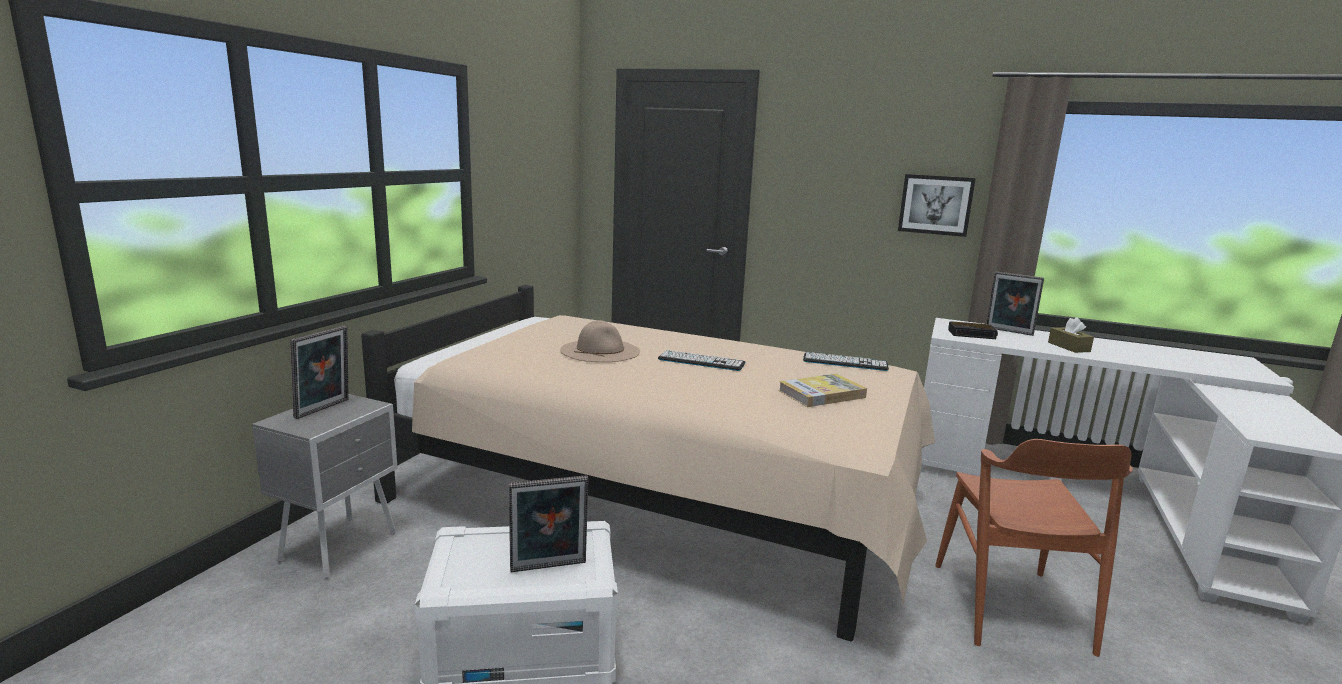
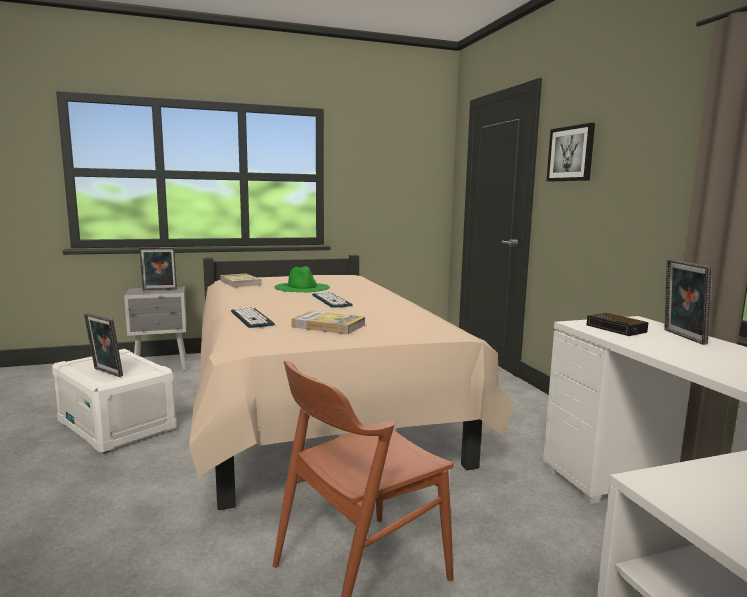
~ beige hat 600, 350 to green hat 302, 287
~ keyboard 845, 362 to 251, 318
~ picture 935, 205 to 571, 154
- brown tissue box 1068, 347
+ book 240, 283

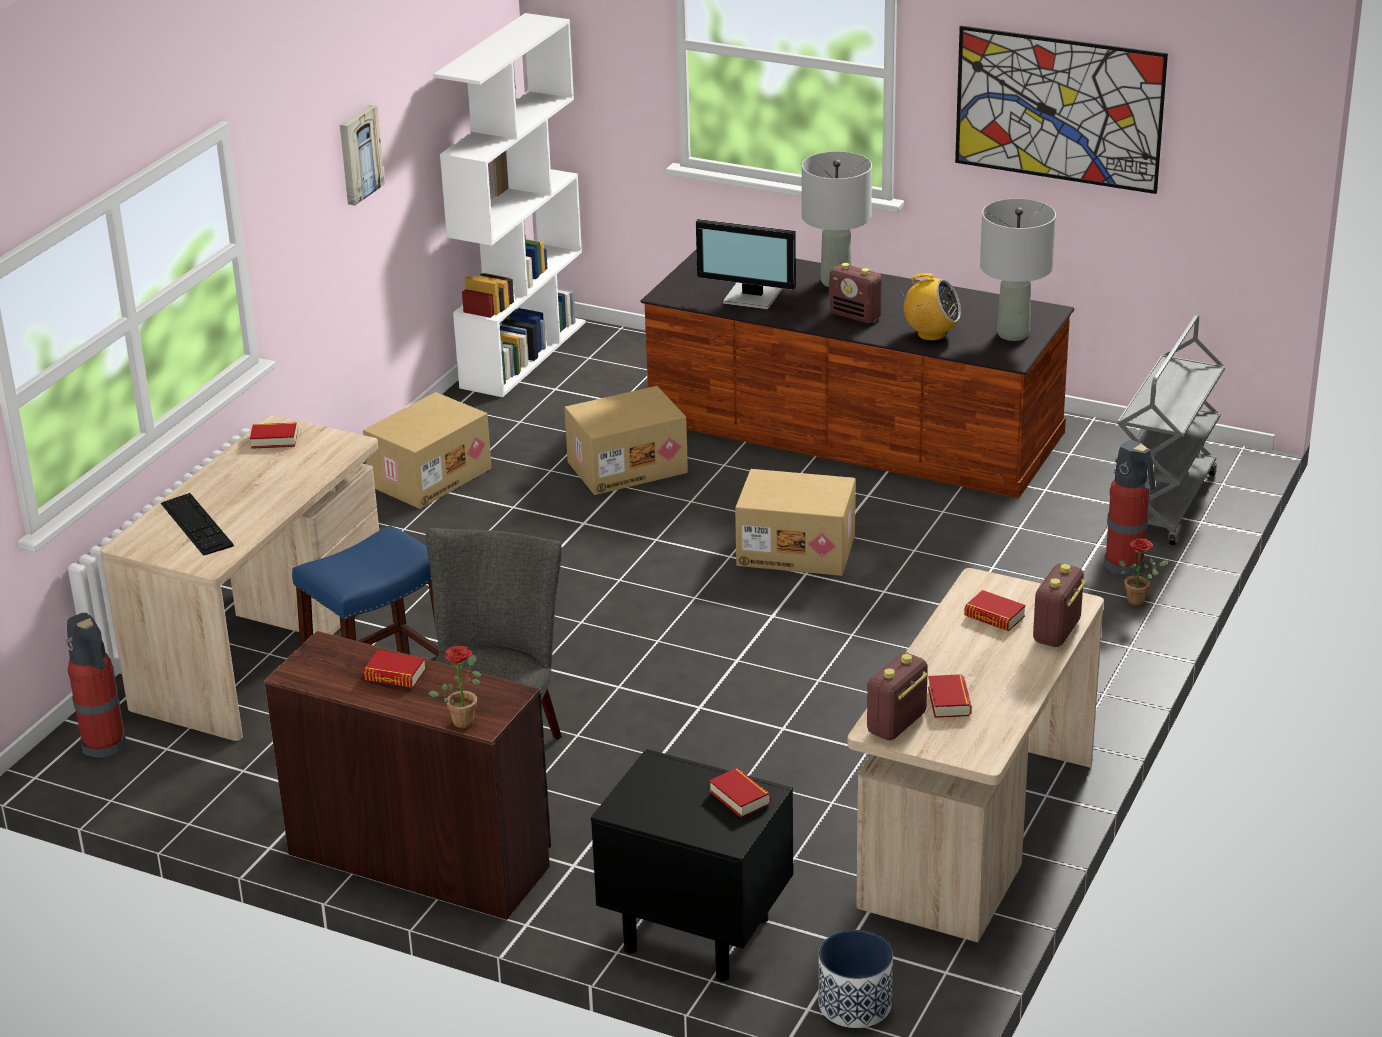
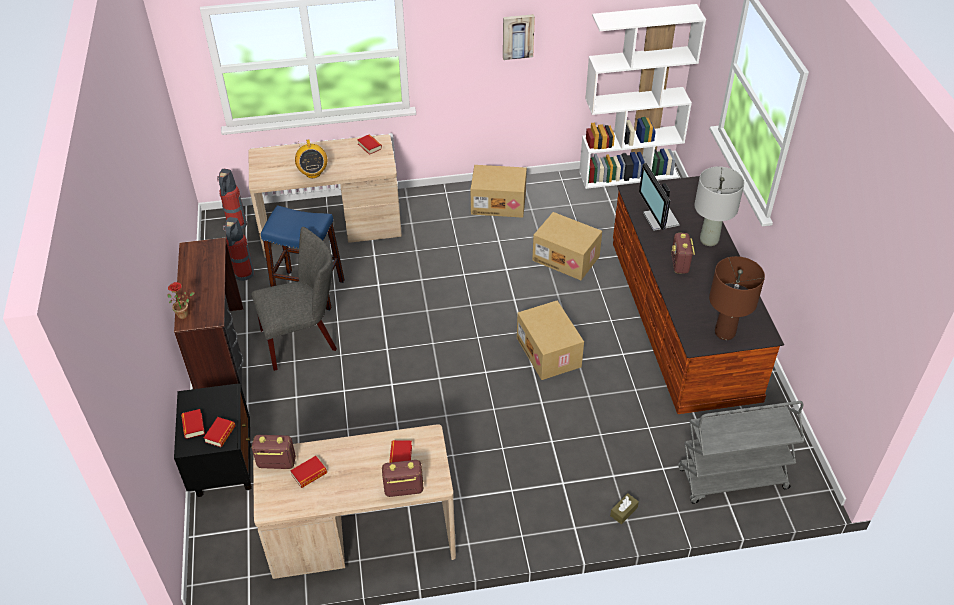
- keyboard 196, 524
~ book 395, 675 to 193, 426
- planter 854, 1005
~ radio 931, 334 to 313, 173
- picture 1058, 109
~ grey table lamp 1014, 334 to brown table lamp 725, 333
~ fire extinguisher 1125, 565 to 243, 274
~ potted plant 1139, 600 to brown tissue box 623, 511

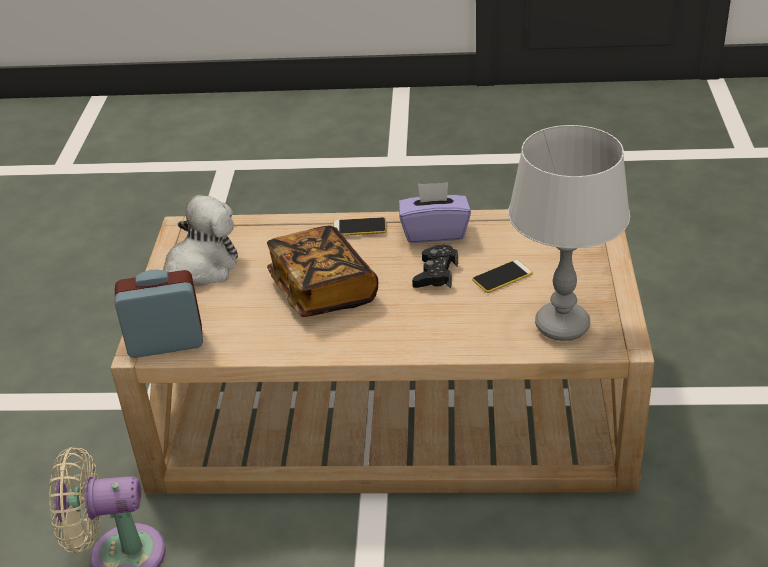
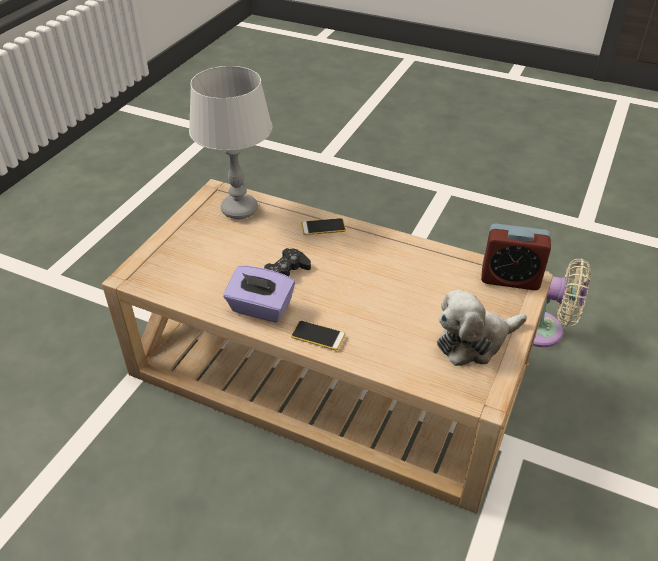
- book 322, 290
~ phone 502, 277 to 323, 227

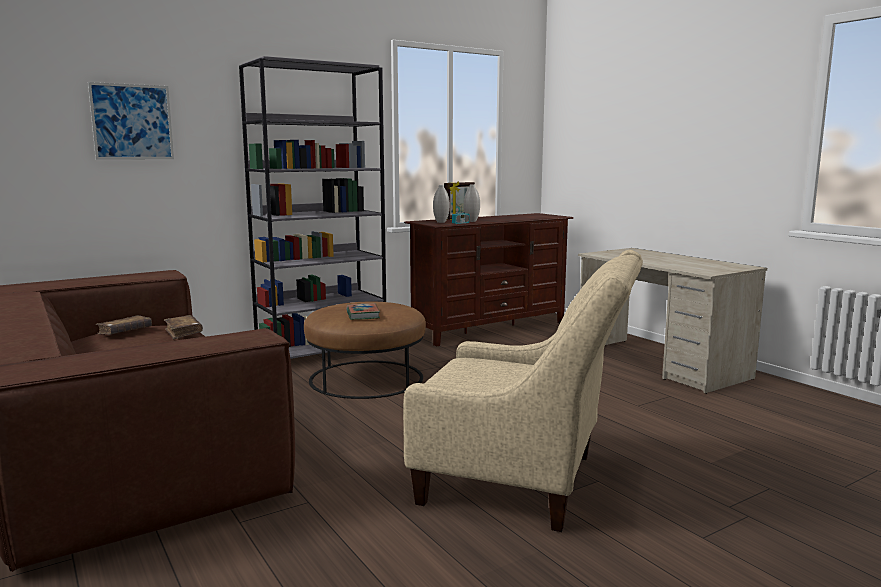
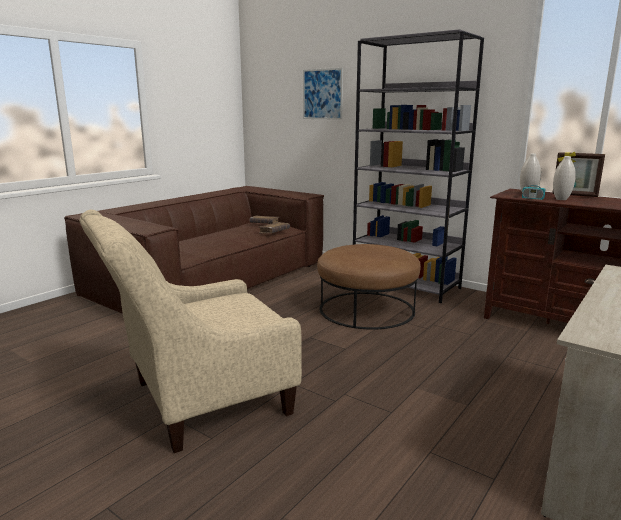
- book 362, 315
~ beige armchair 523, 482 = 198, 401 60 degrees clockwise

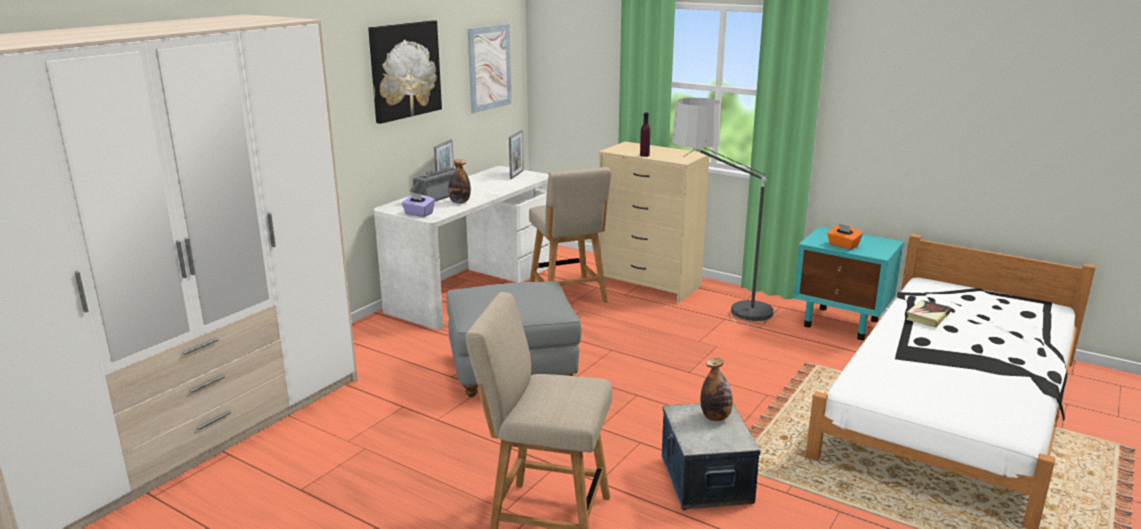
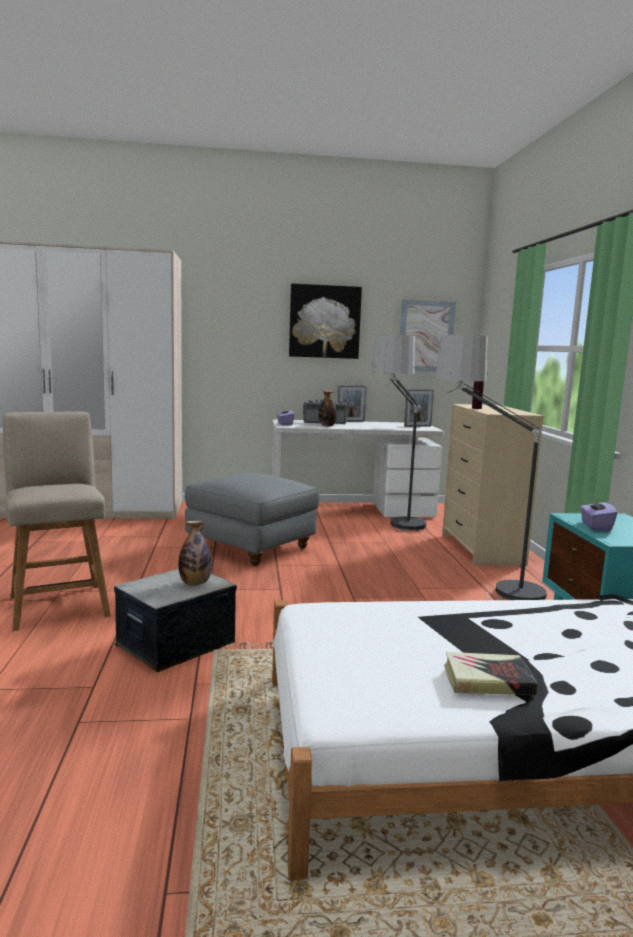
~ beige chair 568, 296 to floor lamp 397, 533
~ orange tissue box 843, 245 to purple tissue box 595, 526
~ book 927, 316 to 487, 680

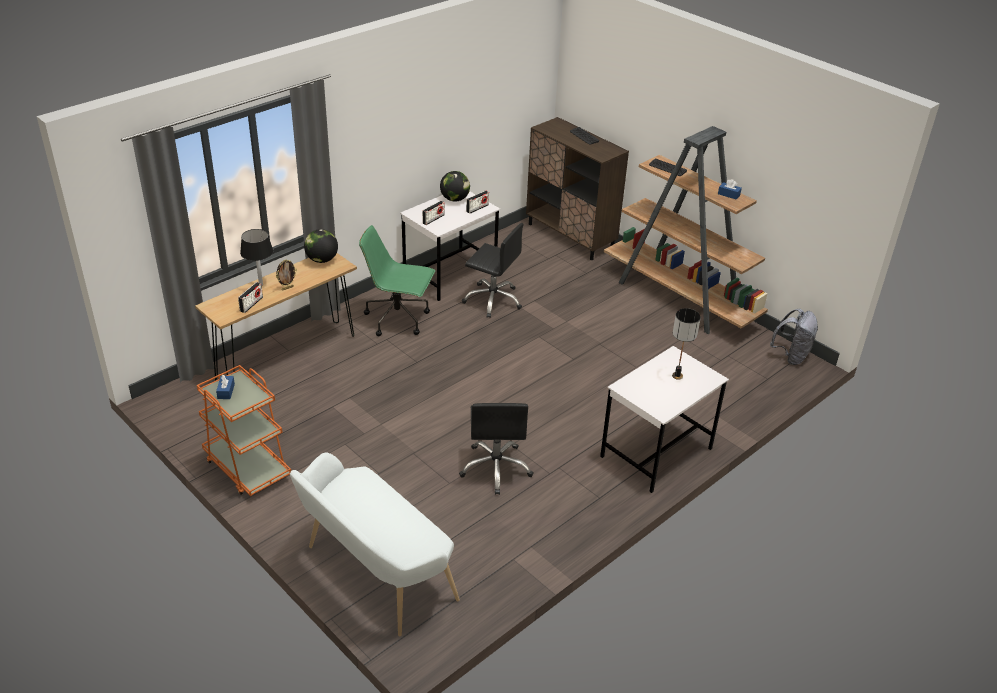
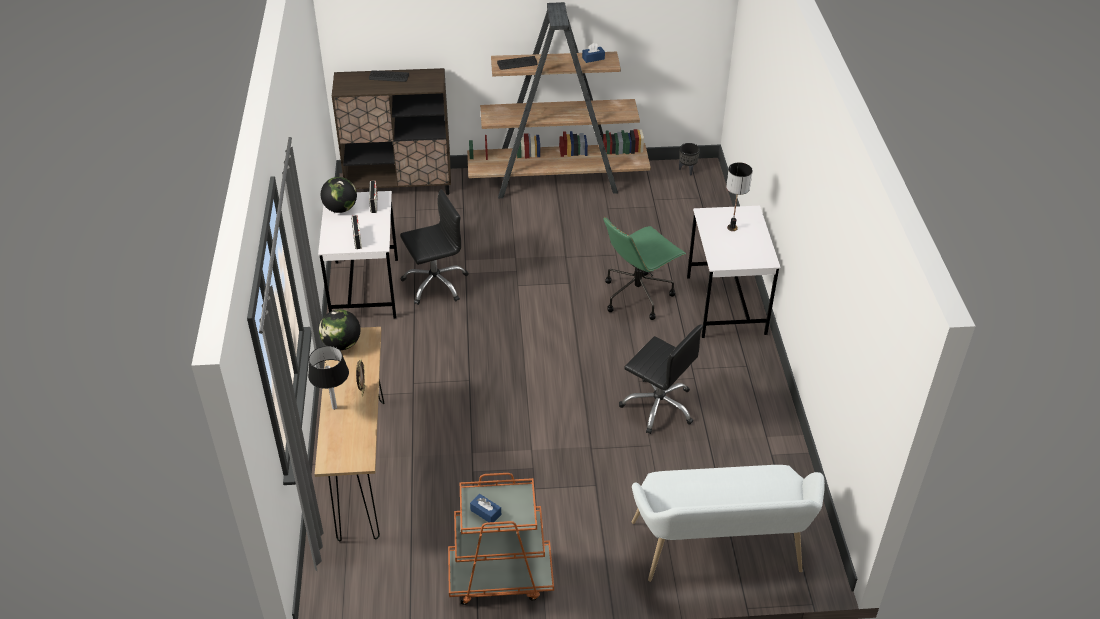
- radio 251, 304
~ green office chair 398, 319 to 638, 295
~ grey backpack 791, 356 to black planter 687, 170

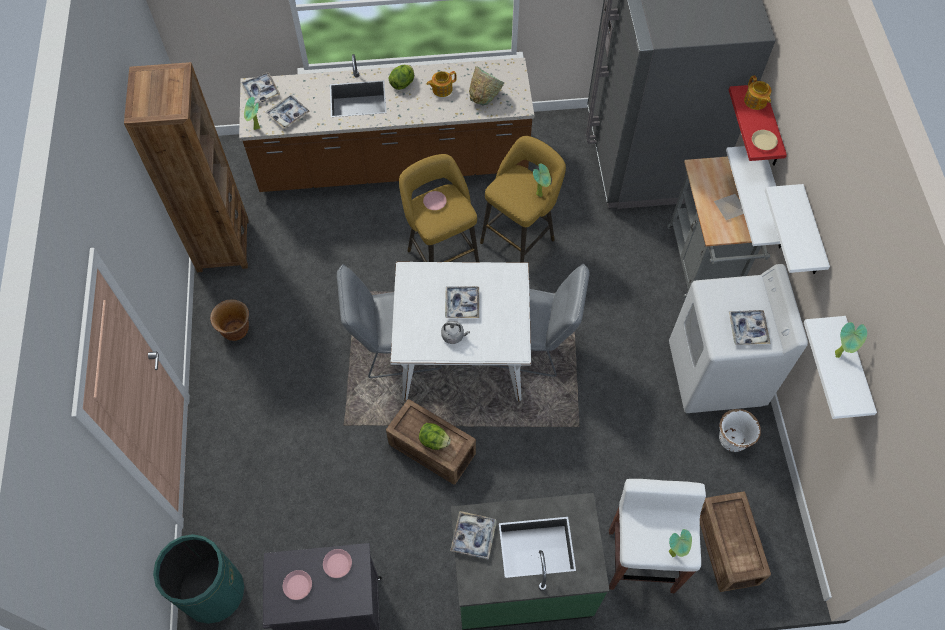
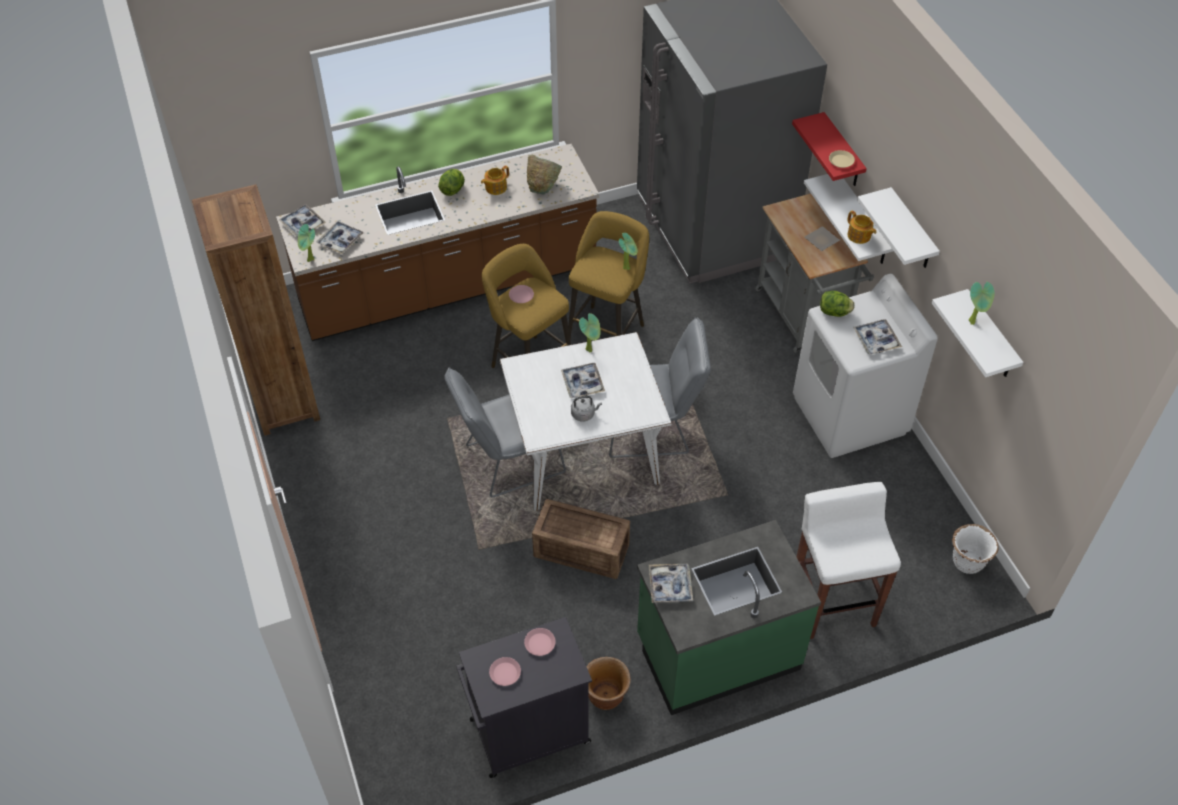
- green trash can 213, 591
~ brown planter 236, 330 to 605, 696
~ lettuce 434, 441 to 834, 312
~ potted plant 674, 553 to 590, 349
- crate 728, 545
~ white planter 732, 439 to 967, 562
~ teapot 755, 101 to 859, 236

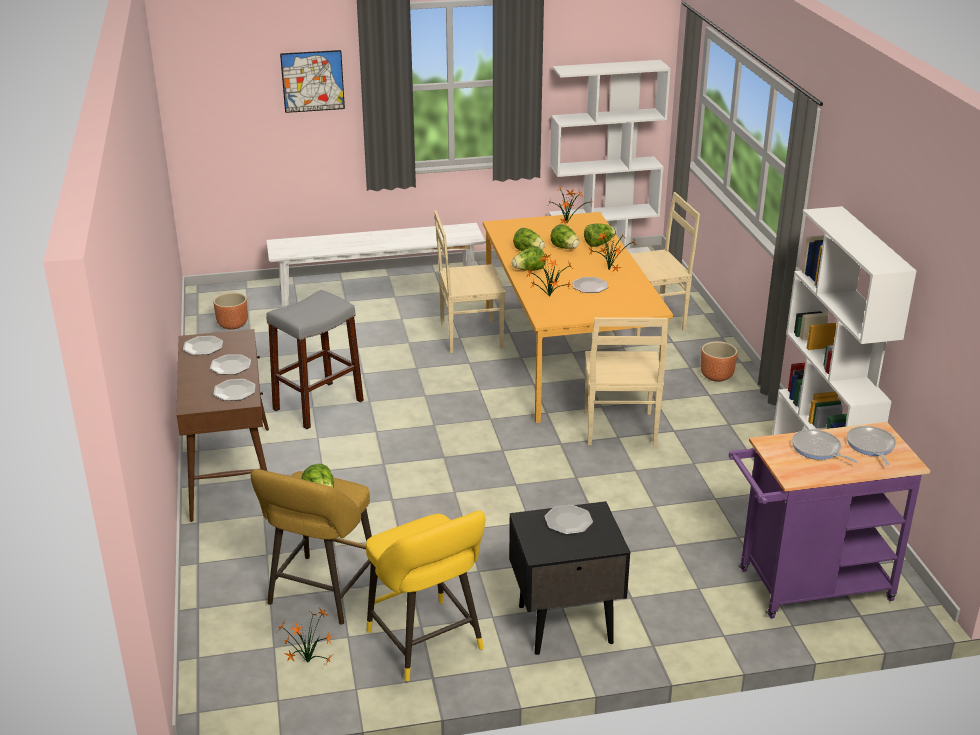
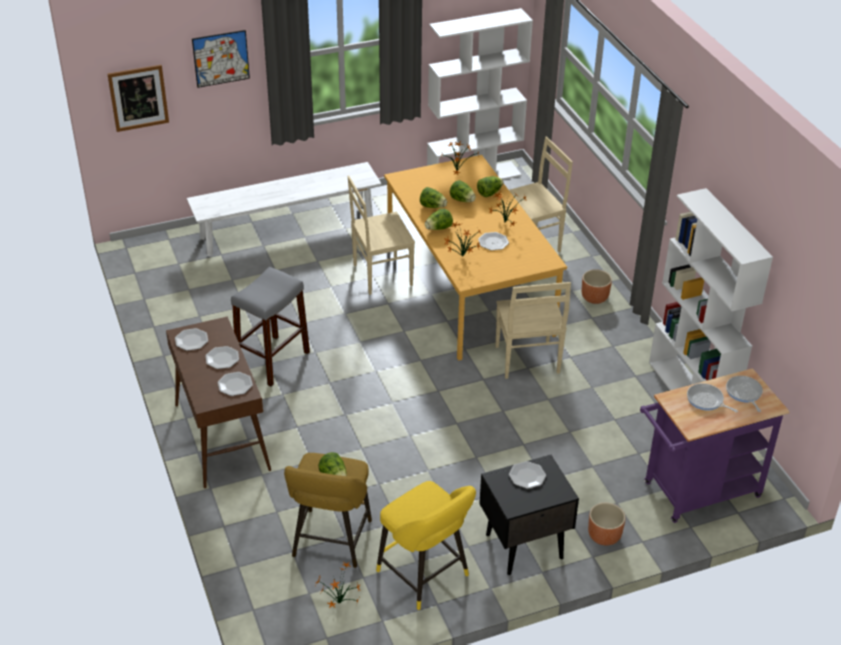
~ brown planter 233, 325 to 604, 536
+ picture 138, 97

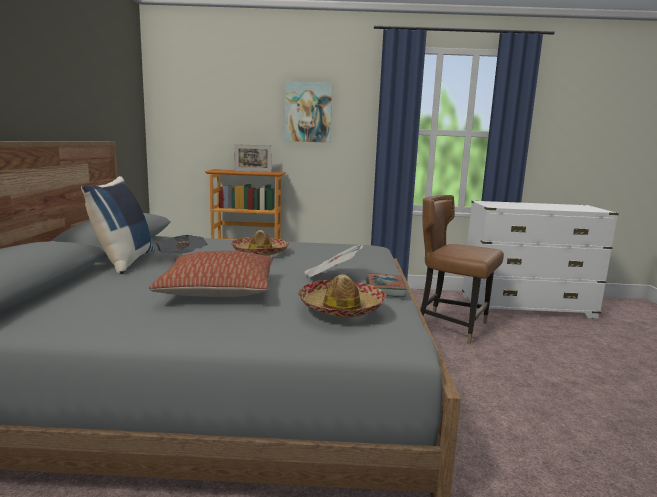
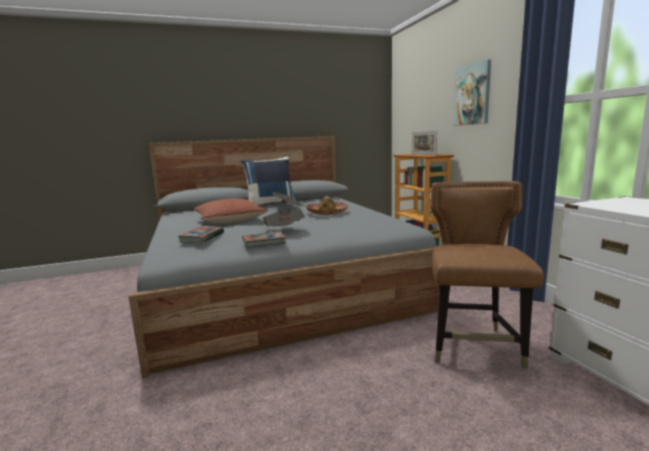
~ hat 341, 307 to book 202, 237

